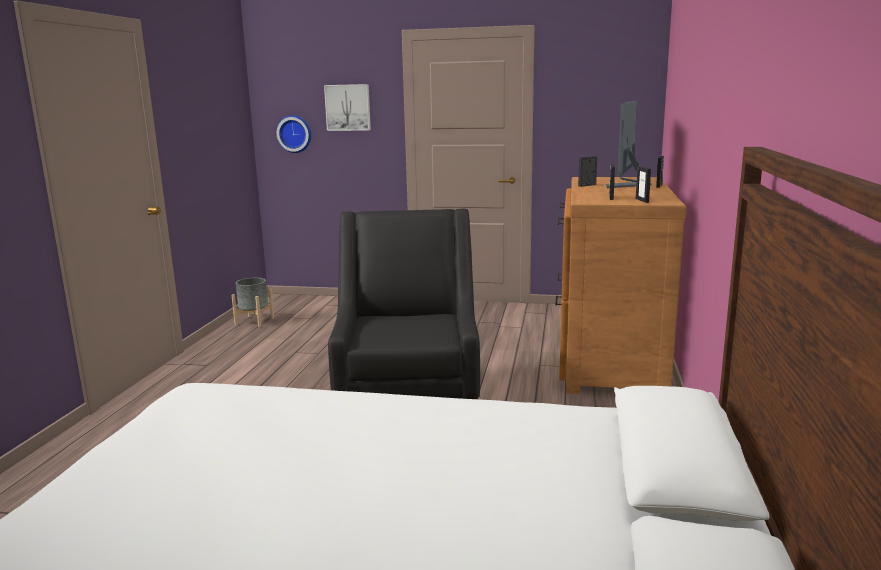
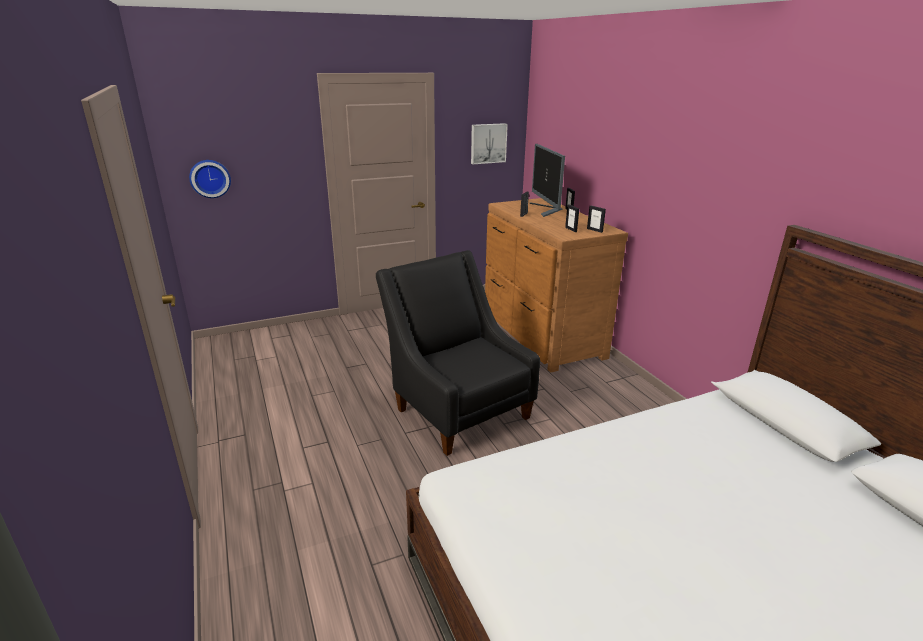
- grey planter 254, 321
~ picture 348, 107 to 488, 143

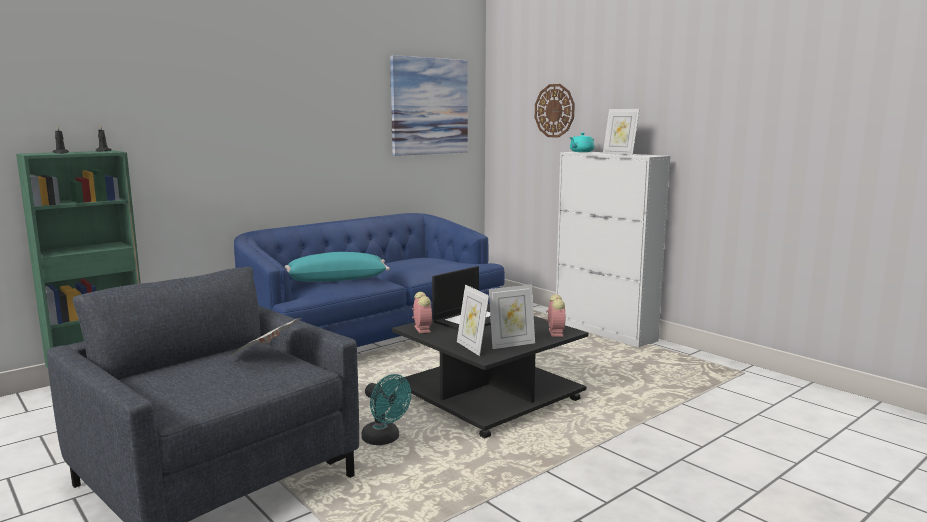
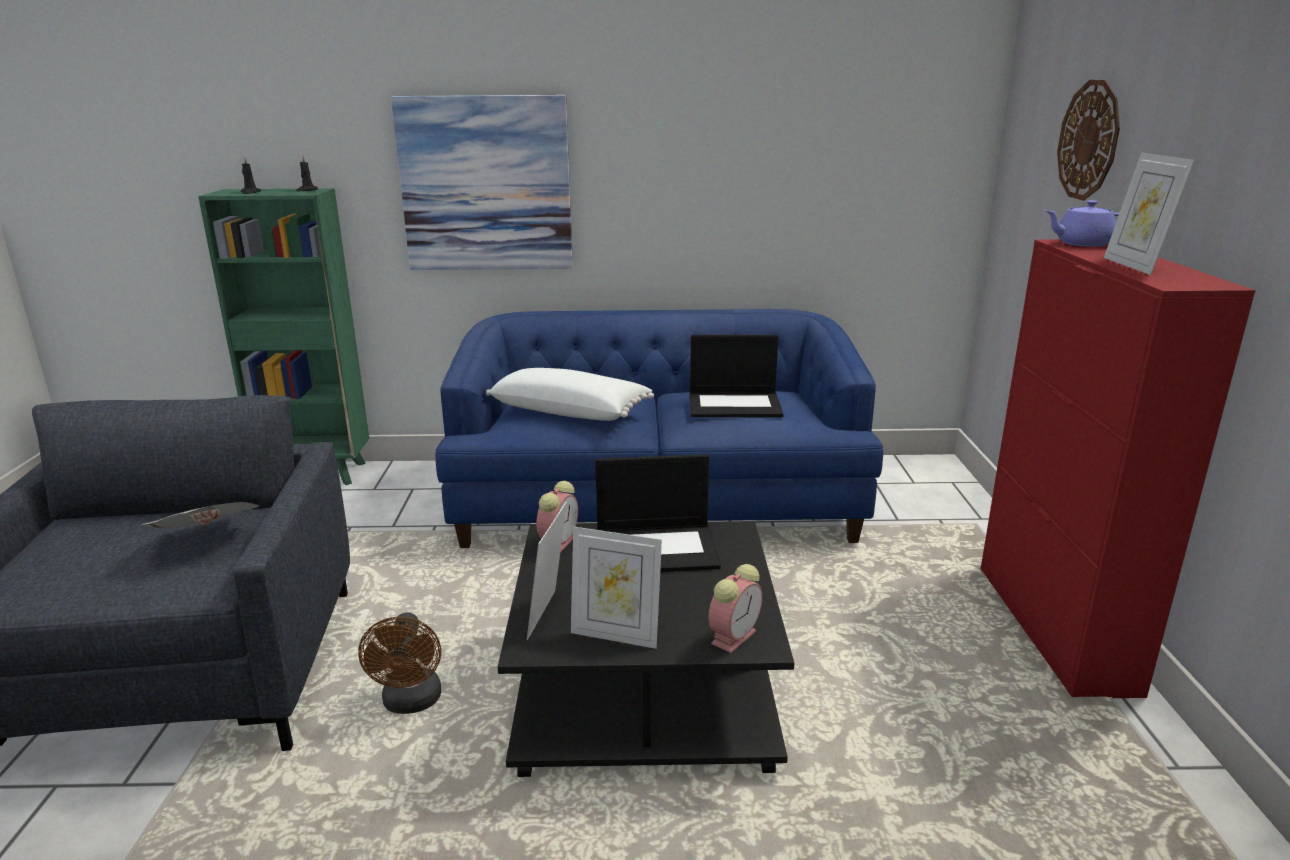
~ turquoise pillow 337, 279 to white pillow 570, 411
~ turquoise fan 385, 440 to brown fan 411, 703
~ picture 429, 106 to 486, 184
~ white cabinet 605, 332 to red cabinet 1054, 627
~ turquoise teapot 581, 152 to purple teapot 1082, 244
+ laptop 735, 405

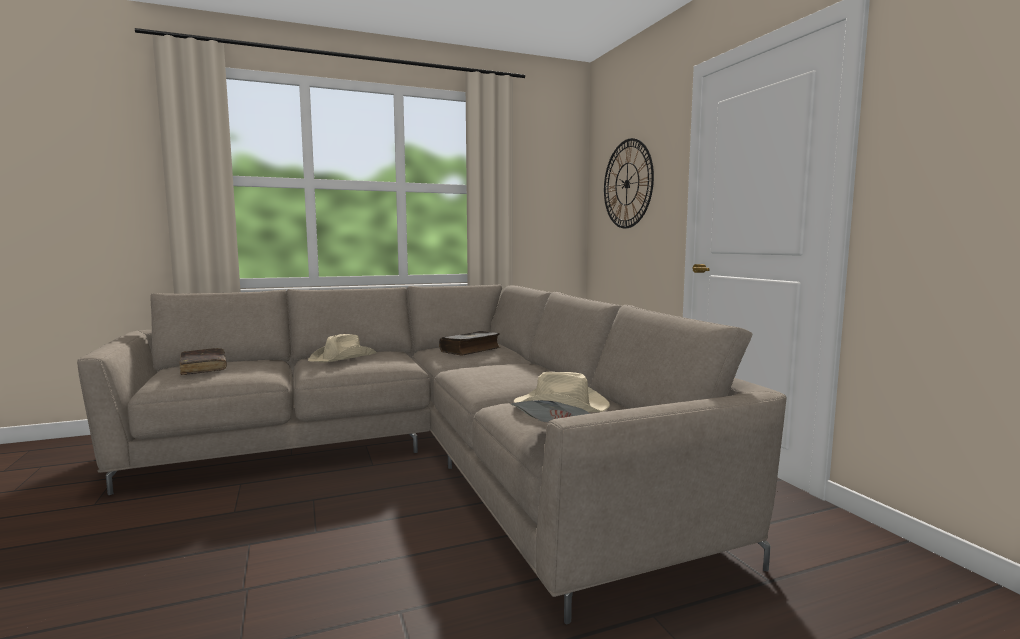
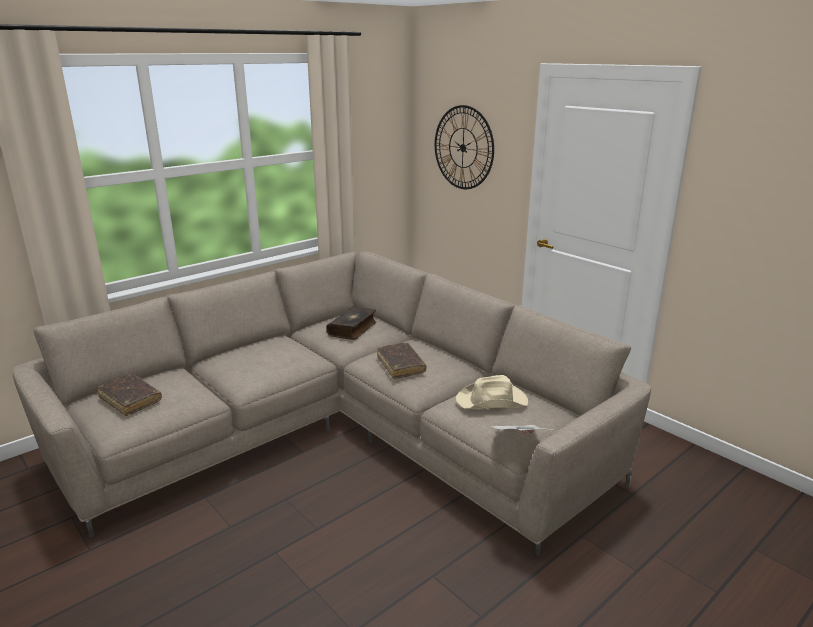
- beige hat 344, 358
+ brown book 401, 365

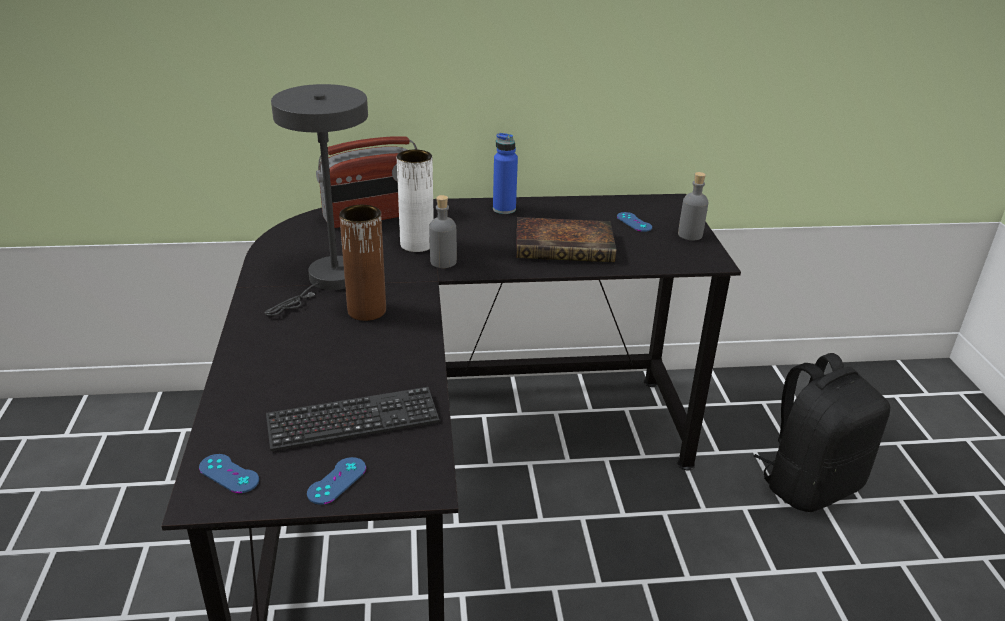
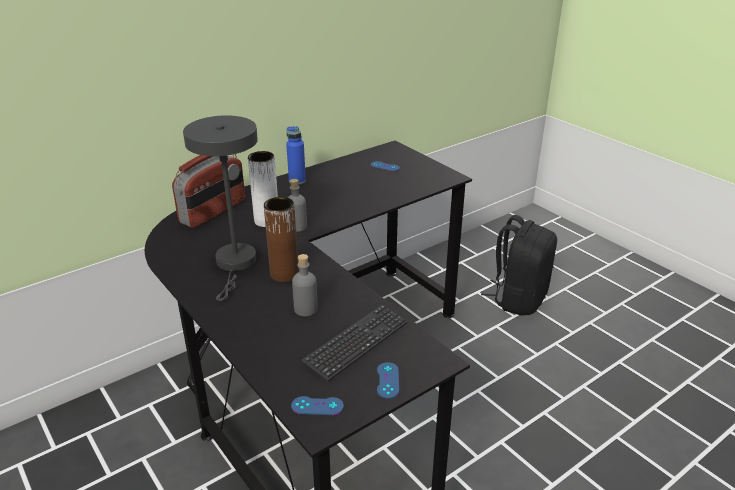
- book 566, 246
~ grey bottle 690, 235 to 305, 309

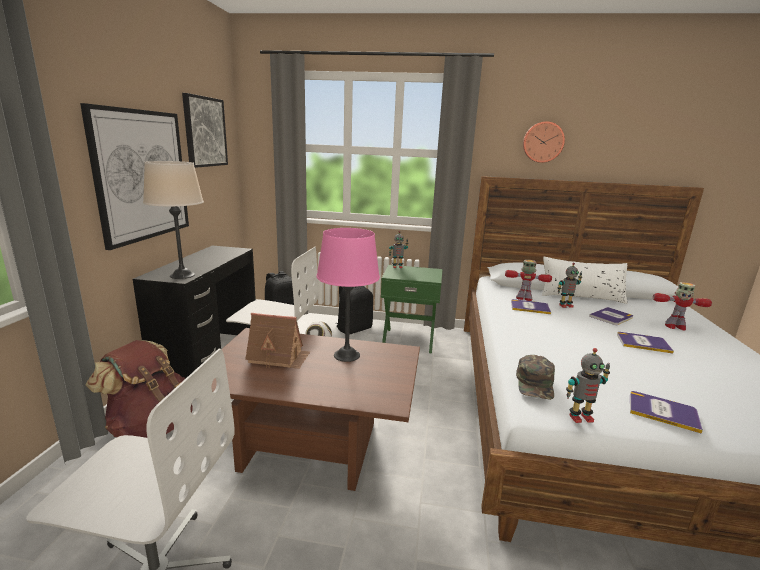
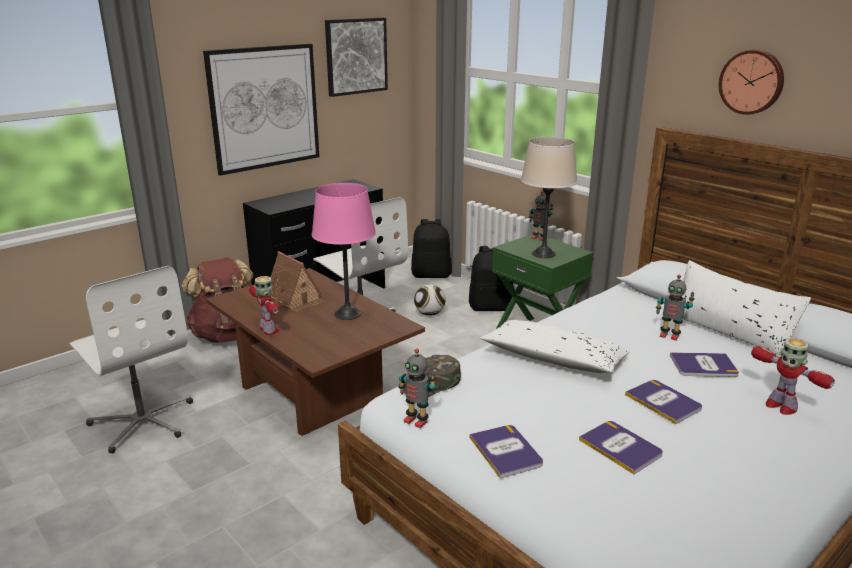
~ beige table lamp 182, 275 to 543, 254
~ toy robot 524, 299 to 269, 330
~ book 530, 307 to 621, 447
+ white pillow 553, 359

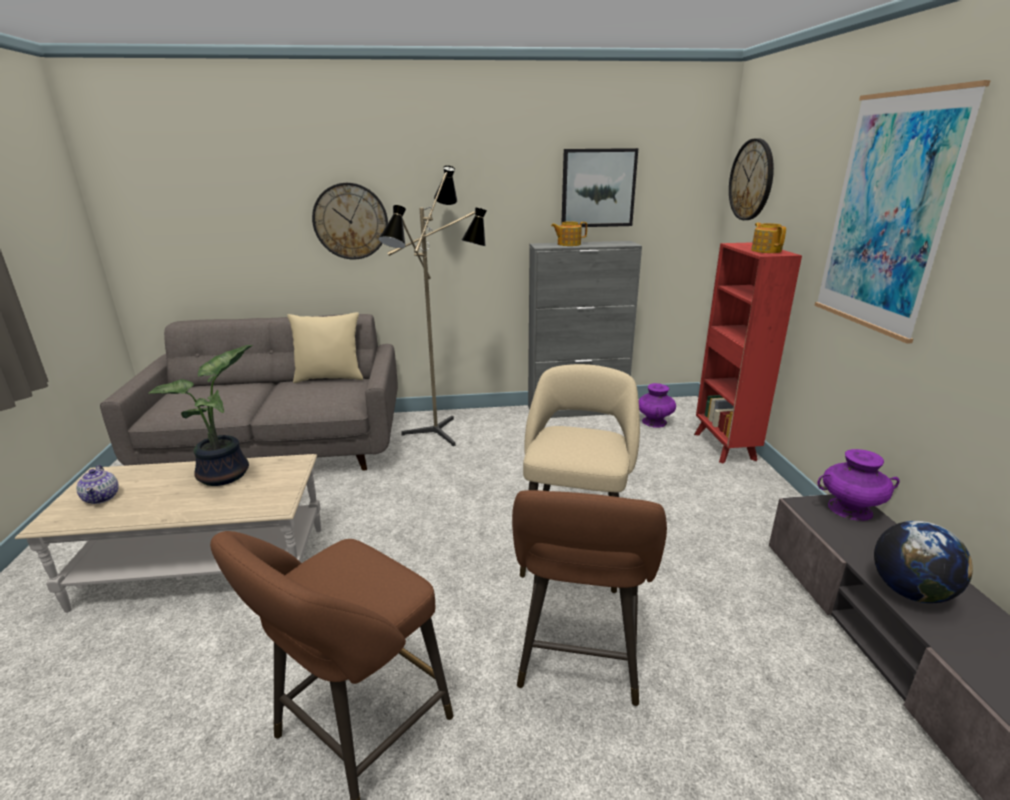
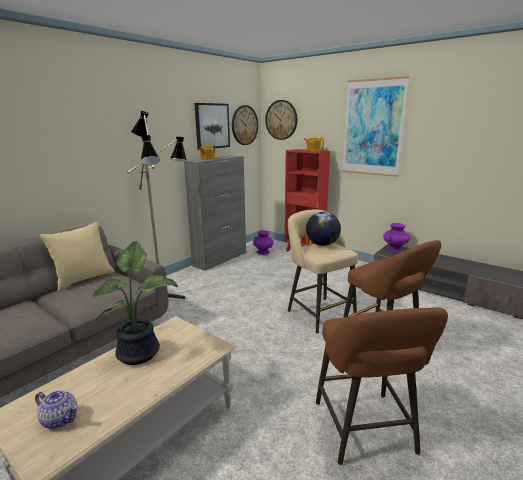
~ wall clock 350, 221 to 244, 125
~ globe 909, 591 to 322, 244

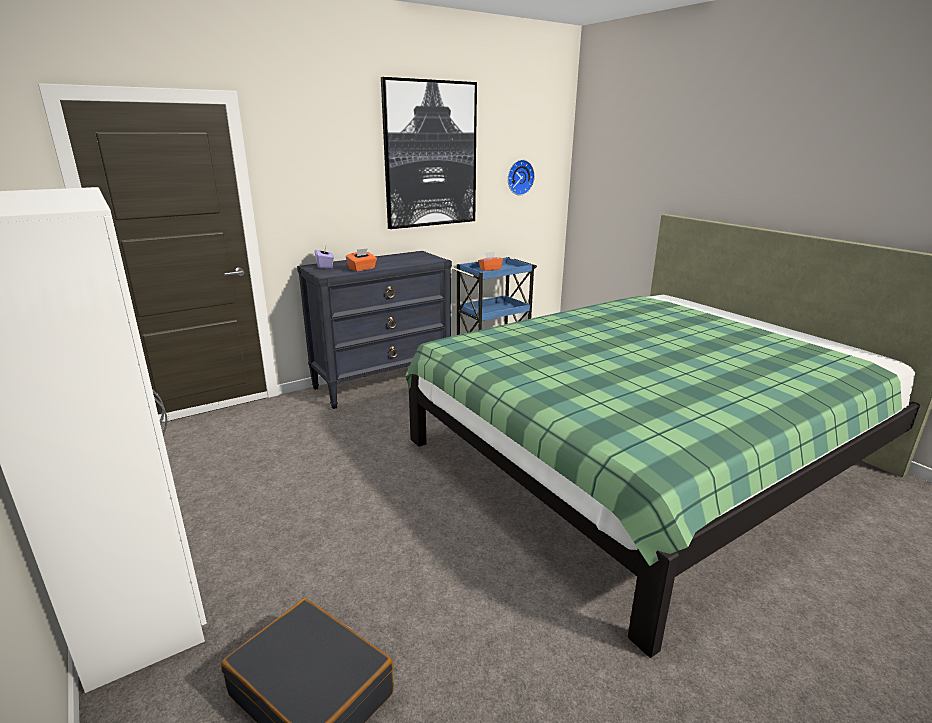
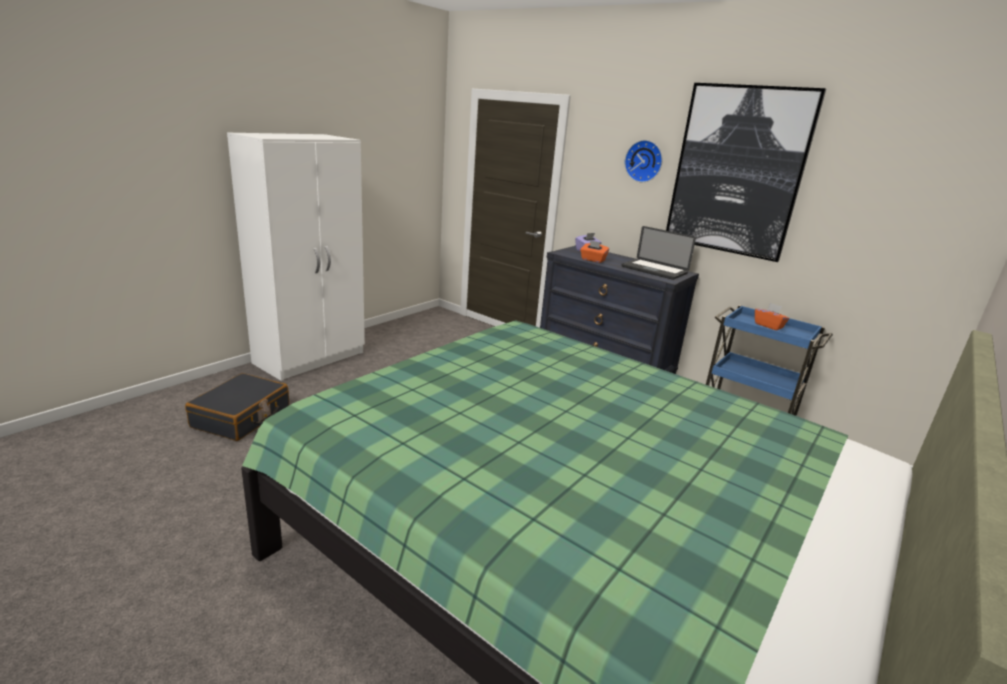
~ wall clock 519, 177 to 644, 161
+ laptop 654, 270

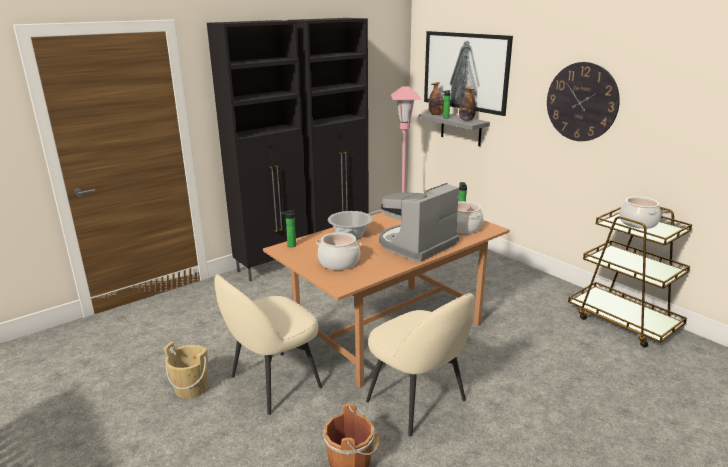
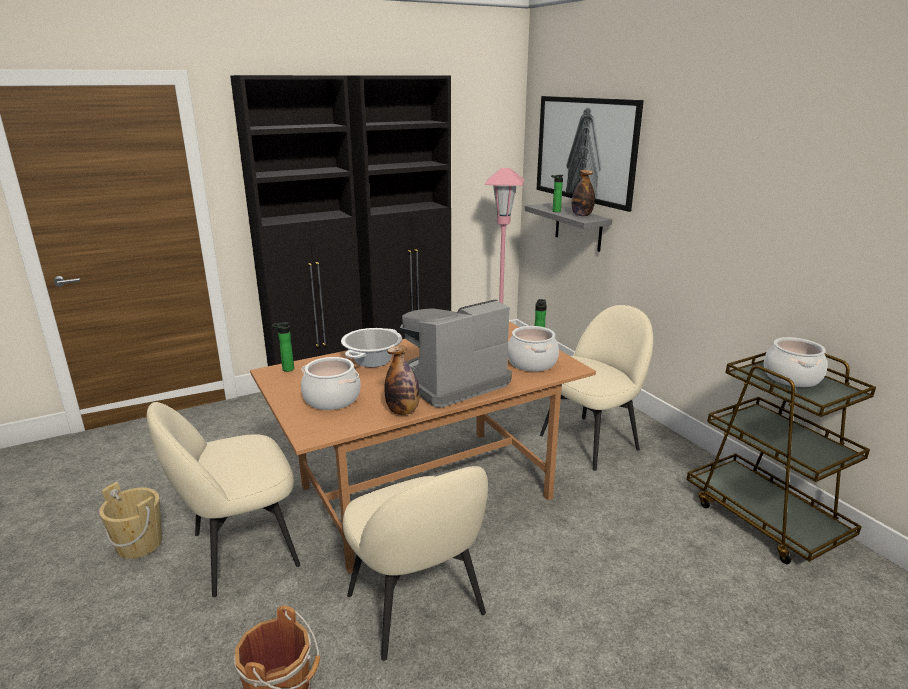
~ bottle 436, 114 to 403, 411
- wall clock 581, 102
+ beige chair 591, 441

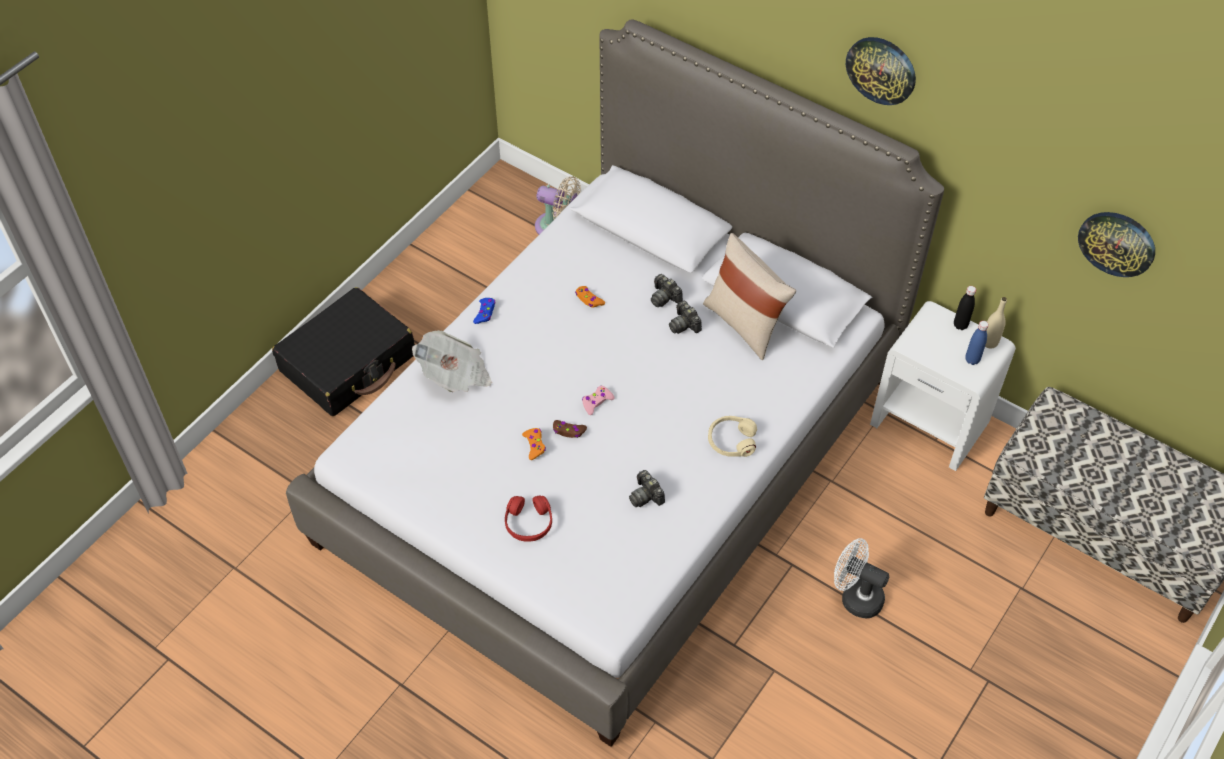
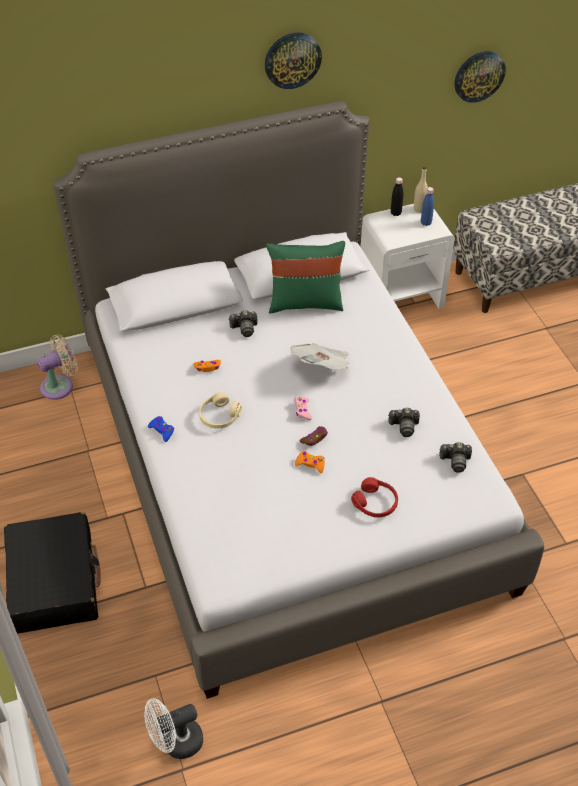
~ newspaper 455, 375 to 322, 367
~ photo camera 684, 324 to 455, 461
~ beige pillow 745, 324 to green pillow 305, 302
~ beige headphones 731, 441 to 219, 416
~ white fan 855, 596 to 176, 743

